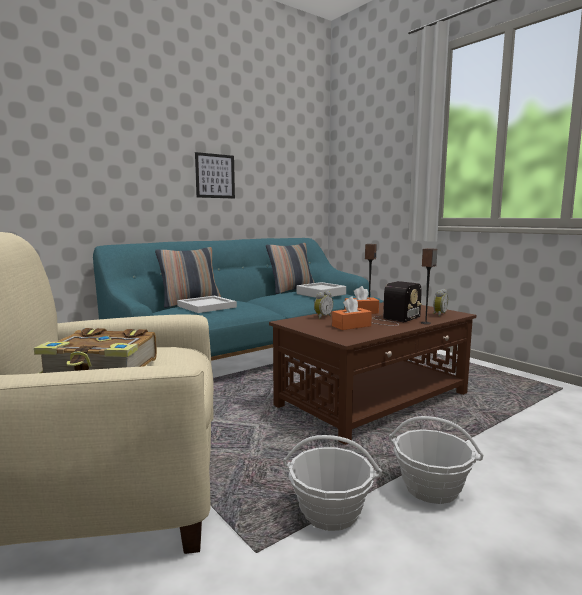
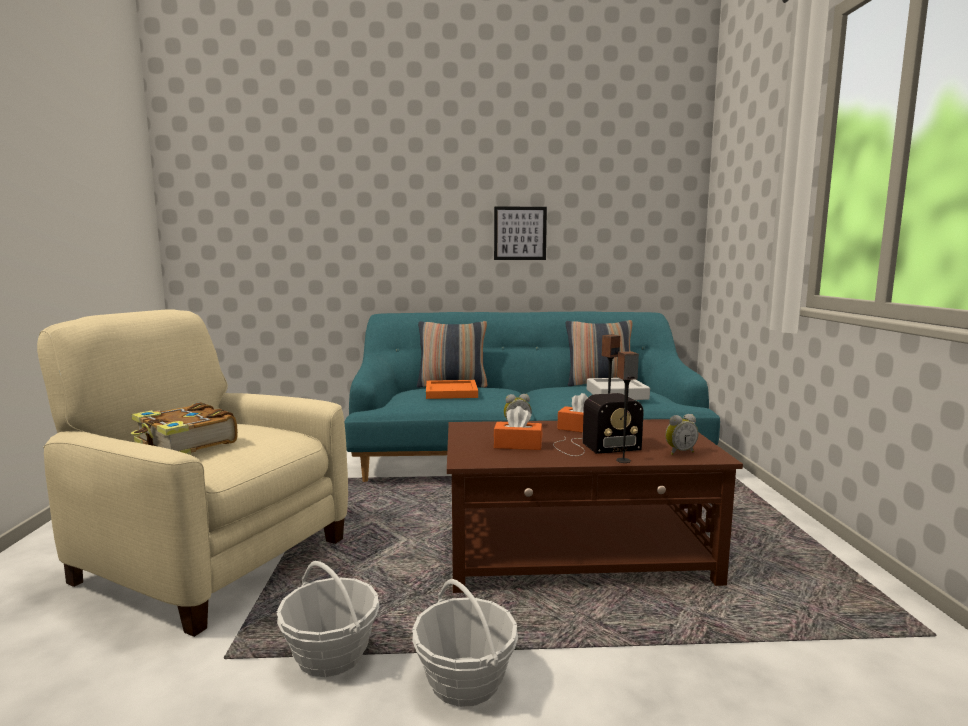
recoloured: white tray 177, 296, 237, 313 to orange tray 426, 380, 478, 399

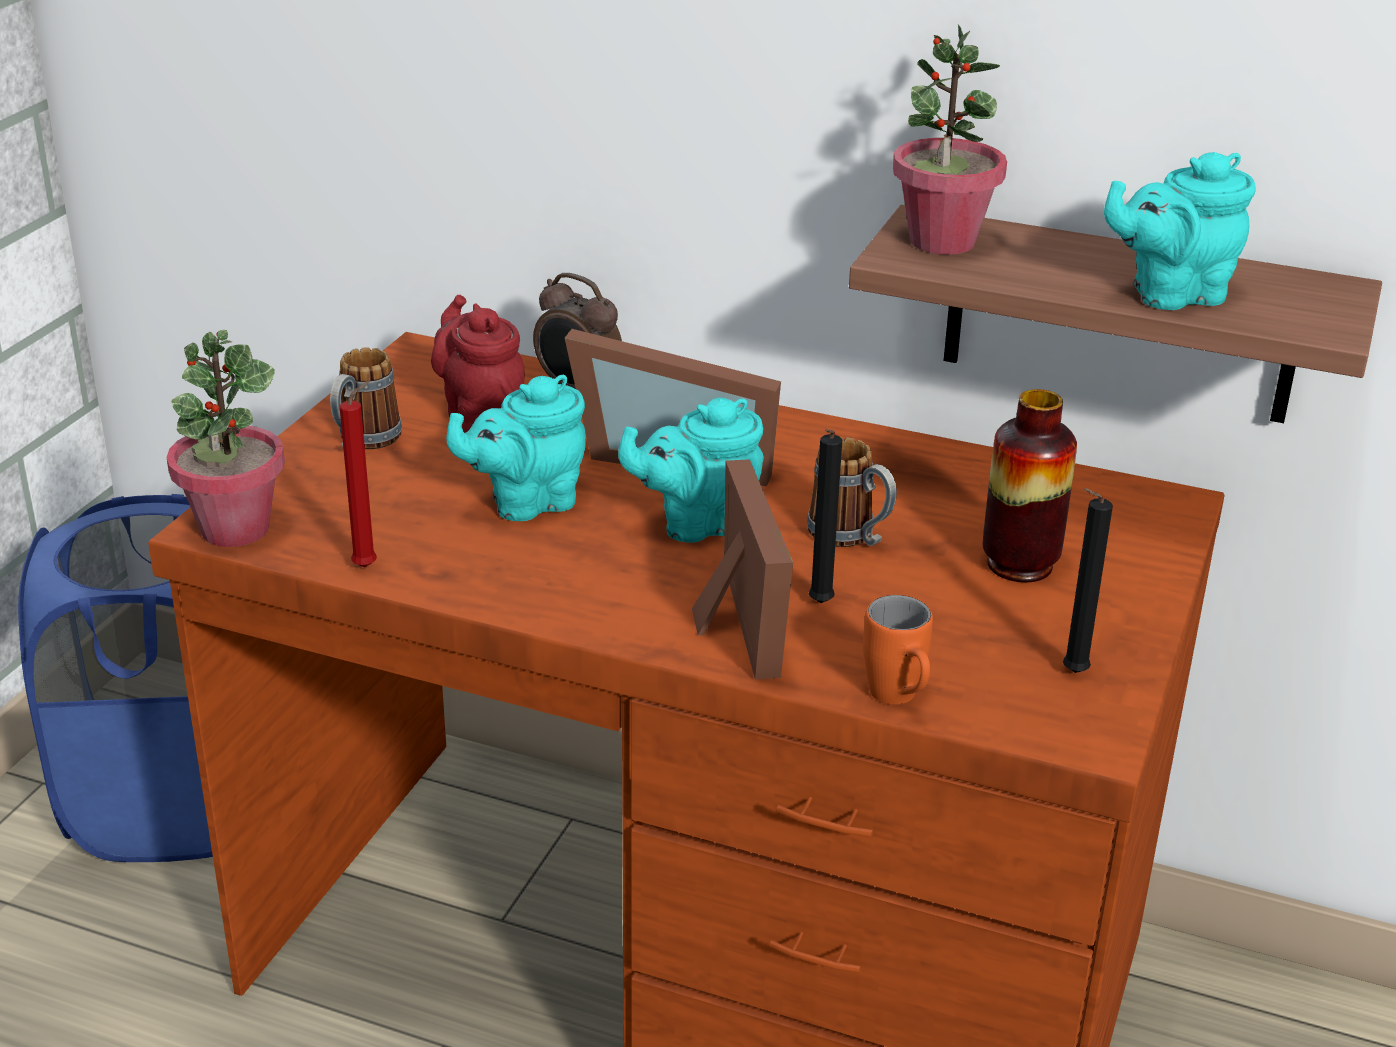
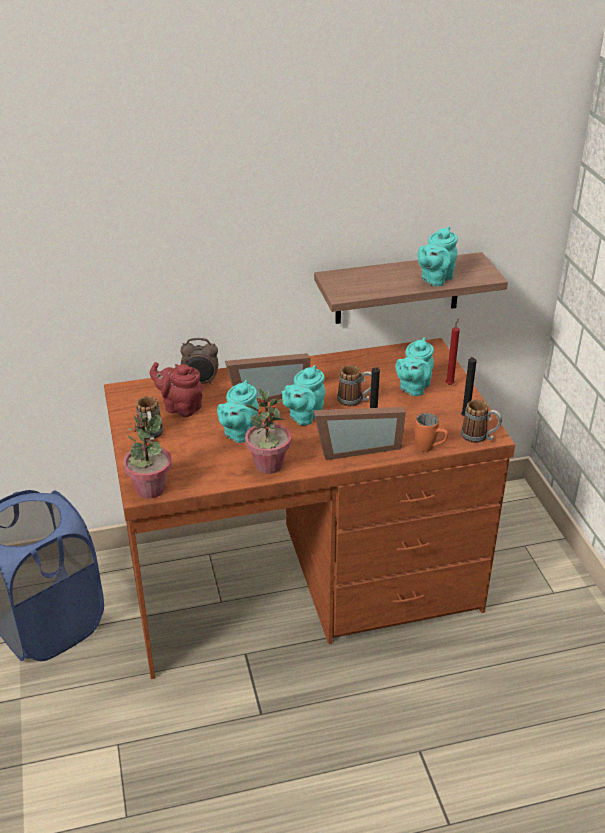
added: mug 461, 399, 502, 443
moved: potted plant 893, 24, 1007, 255 to 245, 387, 291, 474; red candle 339, 381, 377, 567 to 446, 319, 460, 385
replaced: vase 983, 389, 1077, 582 to turquoise teapot 395, 337, 434, 396
turned: picture frame 692, 459, 793, 680 = 313, 407, 406, 460 120 degrees clockwise

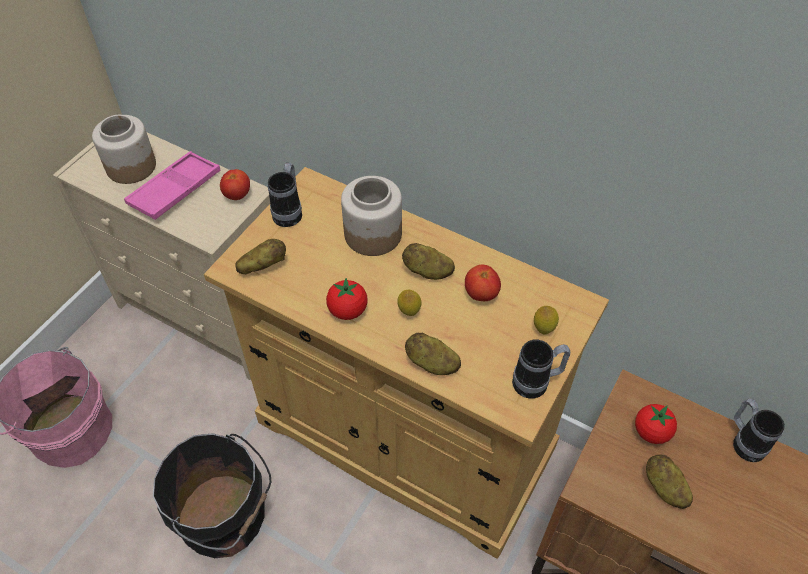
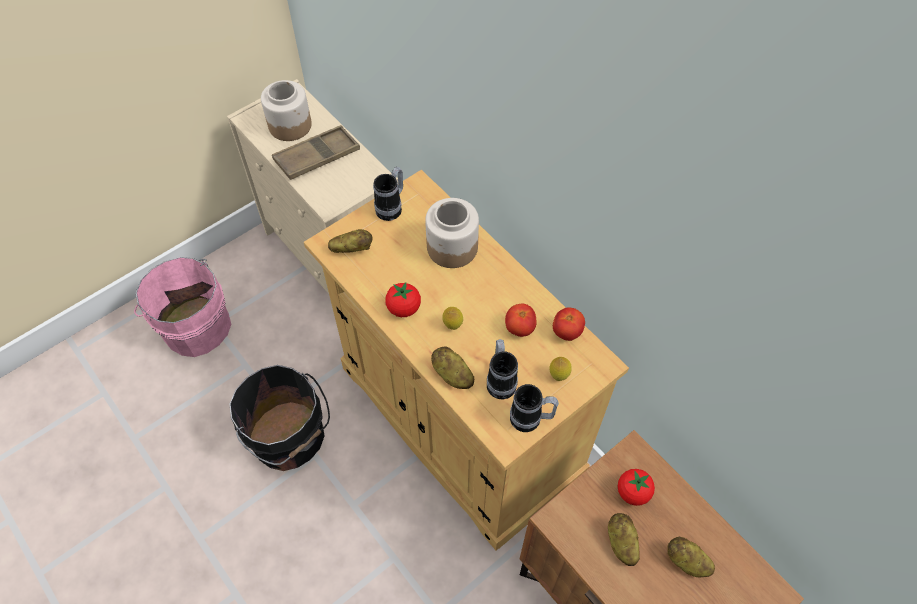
moved: mug 733, 399, 785, 462 to 487, 339, 518, 399; tomato 220, 169, 250, 200 to 553, 307, 585, 341; potato 402, 243, 455, 280 to 667, 537, 715, 577
recoloured: pink tray 124, 151, 221, 220 to brown tray 272, 125, 360, 180

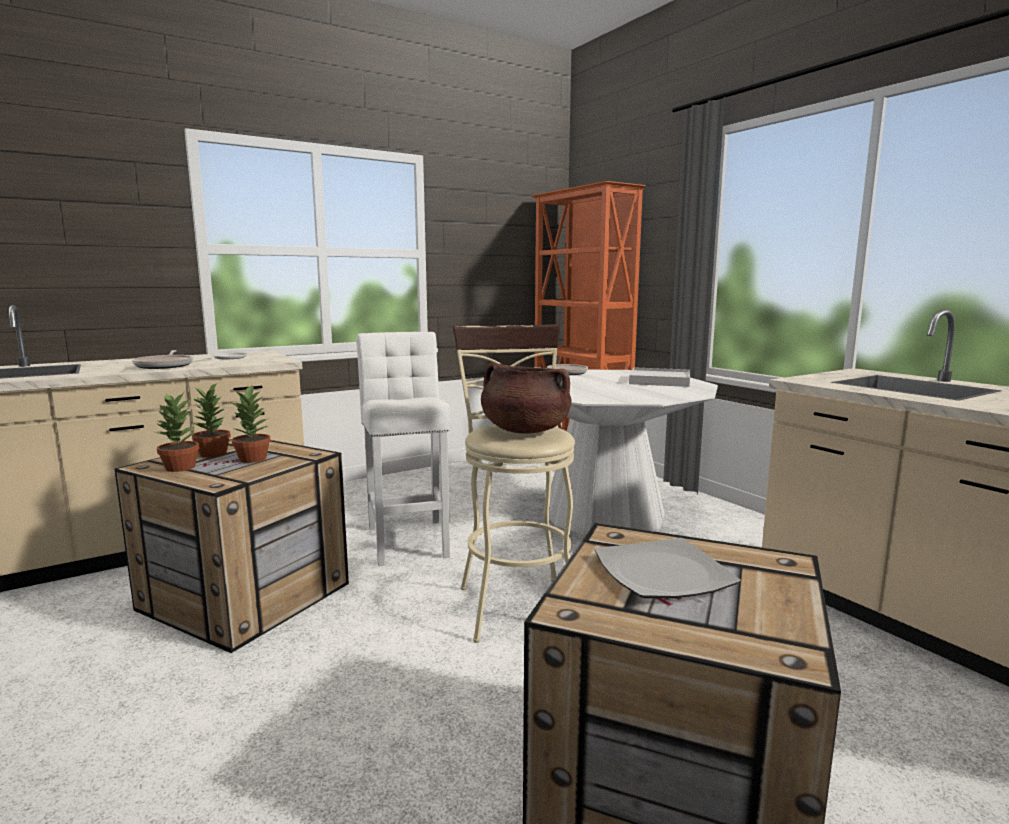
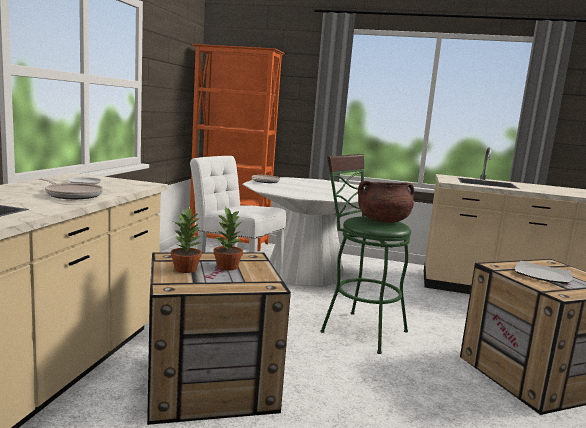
removed: potted plant 155, 392, 199, 472; white tray 629, 367, 690, 387
recoloured: beige stool 453, 324, 575, 643 to green stool 320, 154, 411, 354

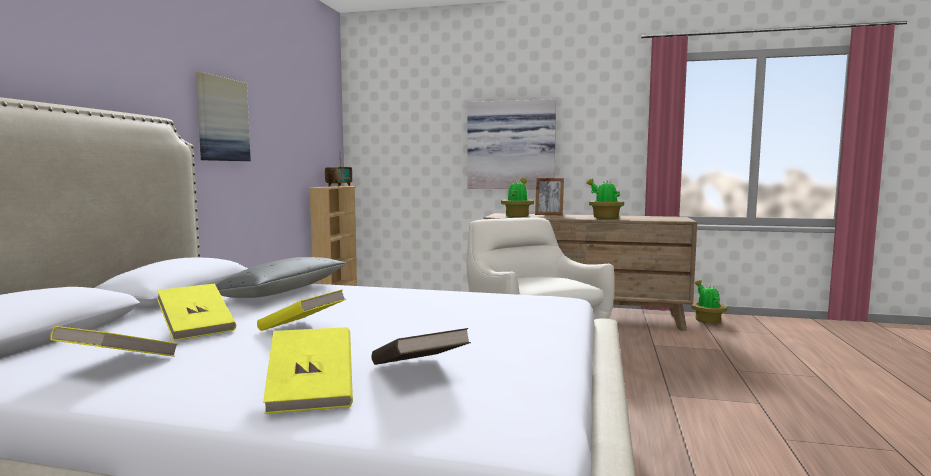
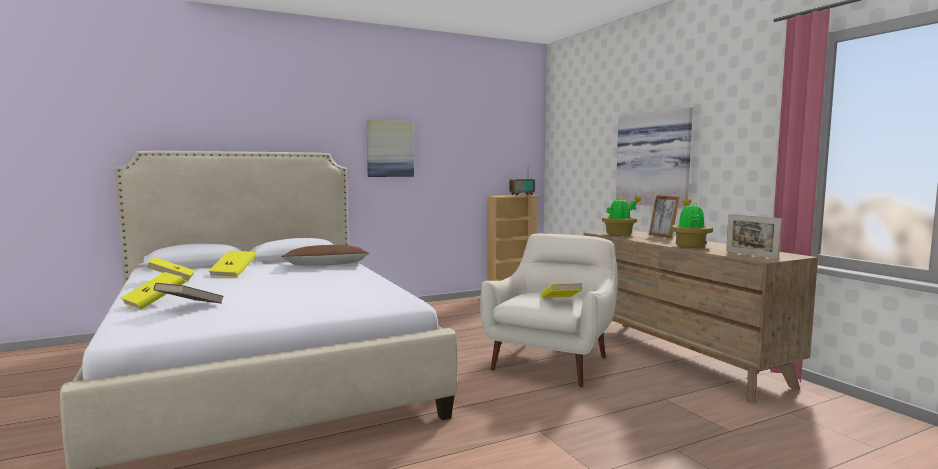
removed: potted plant 691, 280, 727, 324
added: picture frame 726, 214, 781, 259
moved: yellow book 257, 289, 346, 331 to 541, 283, 583, 298
recoloured: grey pillow 216, 257, 347, 298 to brown pillow 281, 245, 370, 266

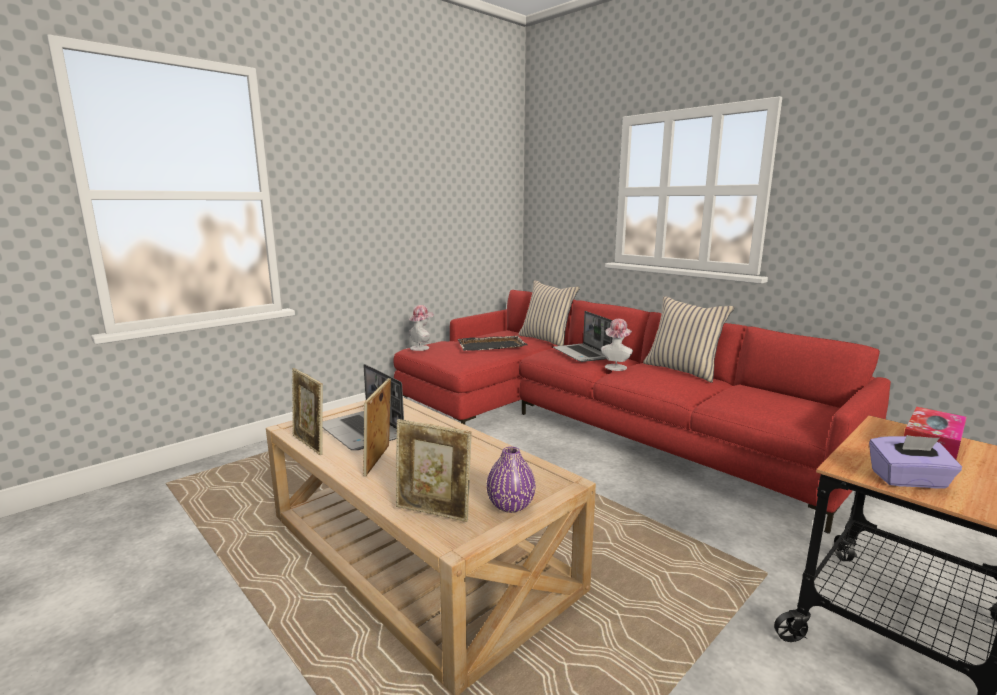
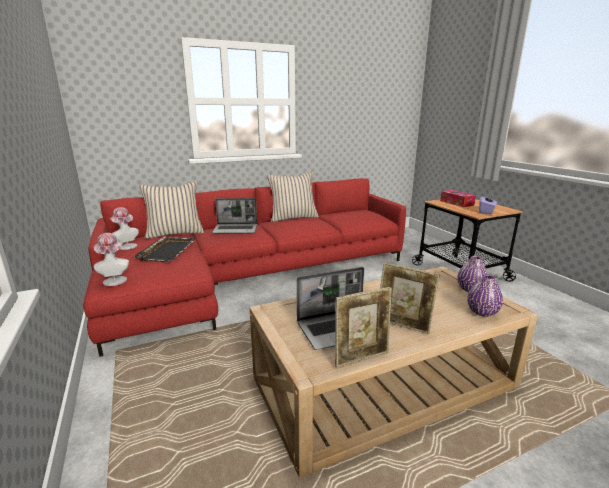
moved: hat 601, 319, 633, 371 to 110, 207, 139, 250
replaced: picture frame 396, 419, 472, 522 to purple vase 467, 274, 503, 317

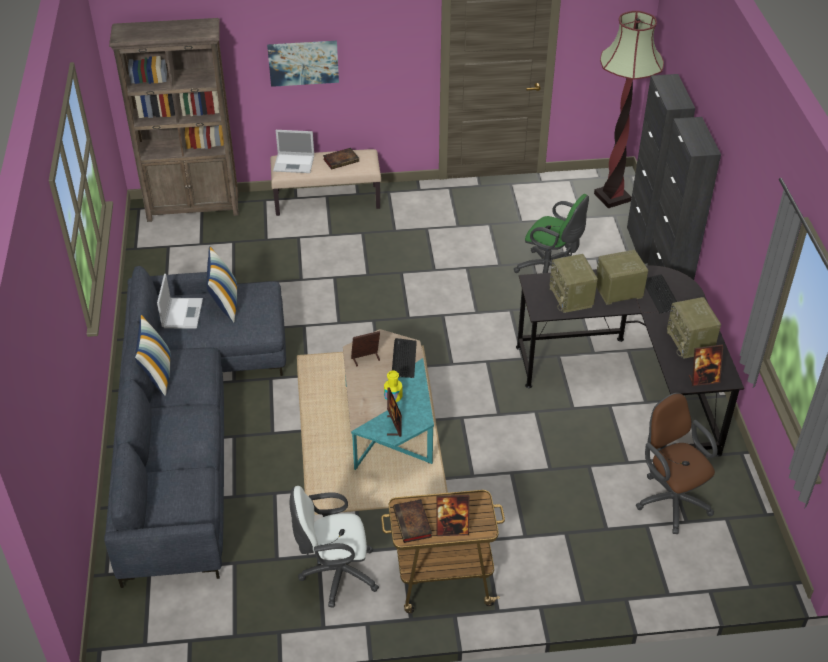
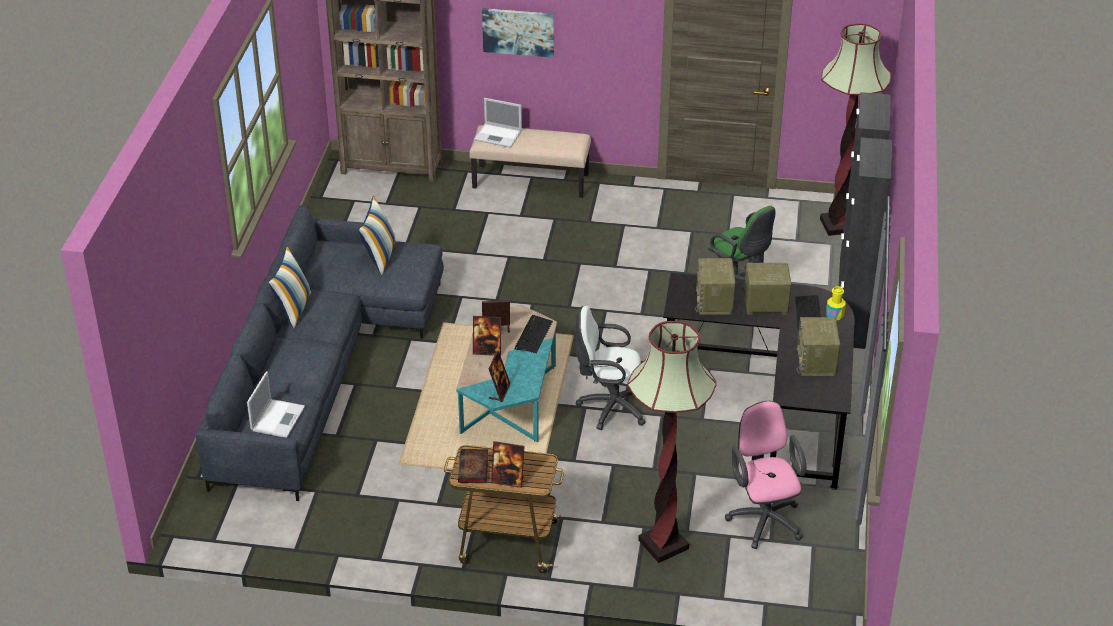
removed: book 323, 148, 359, 170
added: floor lamp 627, 321, 717, 563
moved: laptop 157, 274, 203, 329 to 247, 372, 305, 438; picture frame 689, 344, 723, 386 to 473, 316, 501, 356; white office chair 290, 486, 379, 608 to 576, 306, 646, 430; yellow bottle 384, 370, 403, 402 to 826, 286, 846, 321
recoloured: brown office chair 636, 393, 718, 534 to pink office chair 725, 401, 806, 549

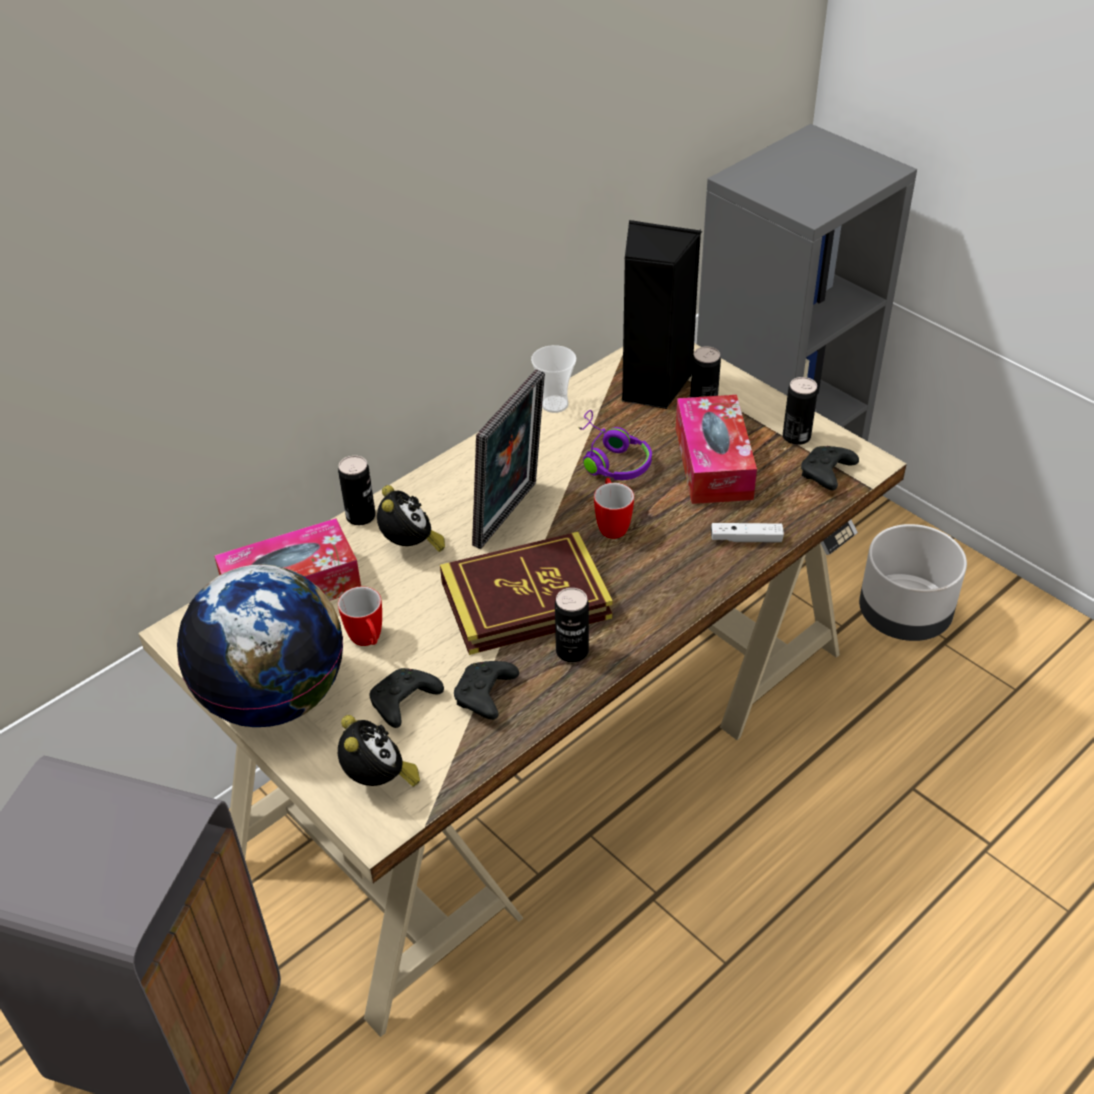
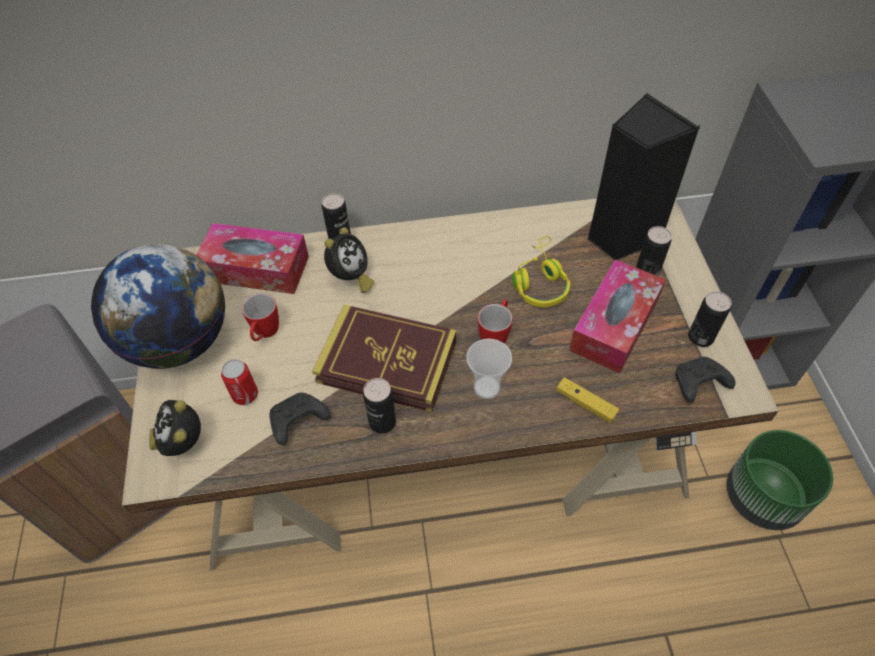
removed: picture frame 472, 369, 545, 549
moved: cup 531, 345, 576, 413 to 466, 339, 512, 399
replaced: black game controller 370, 668, 444, 728 to can 221, 359, 258, 405
recoloured: purple headphones 578, 410, 652, 480 to yellow headphones 512, 236, 570, 307; white game controller 711, 523, 784, 543 to yellow game controller 556, 377, 619, 423; grey planter 859, 524, 967, 641 to green planter 727, 430, 833, 530
turned: alarm clock 338, 715, 420, 787 = 150, 400, 201, 456 150 degrees clockwise

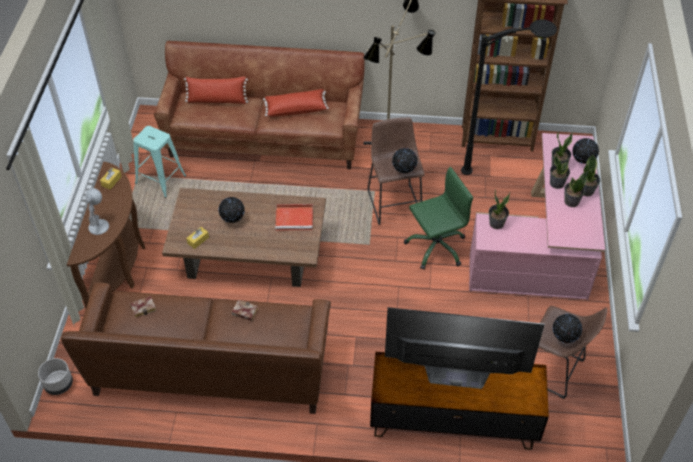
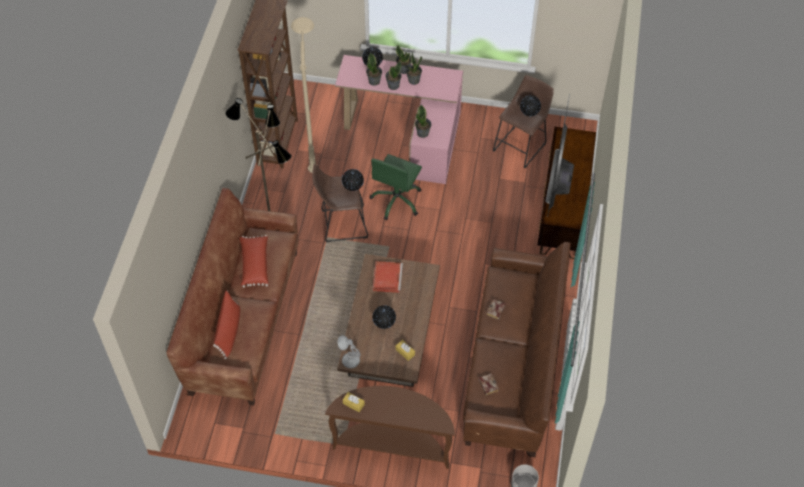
removed: turquoise stool 133, 126, 186, 198
moved: white table lamp 85, 188, 109, 235 to 337, 335, 361, 368
recoloured: black floor lamp 461, 19, 557, 175 to beige floor lamp 291, 17, 316, 173
turned: green office chair 404, 167, 473, 270 = 369, 154, 422, 220 135 degrees counterclockwise

